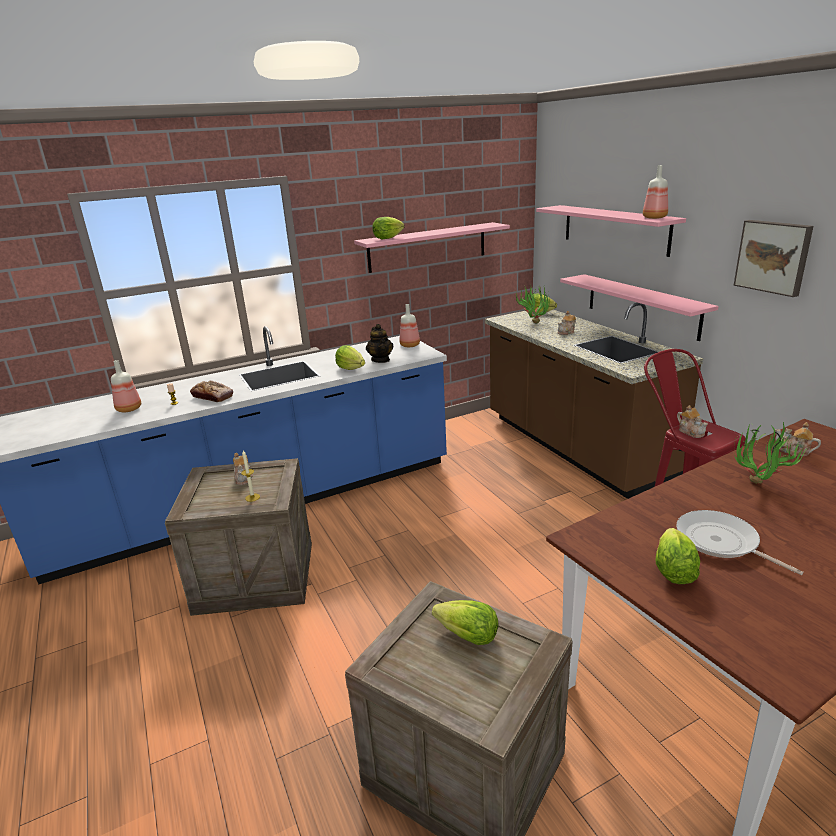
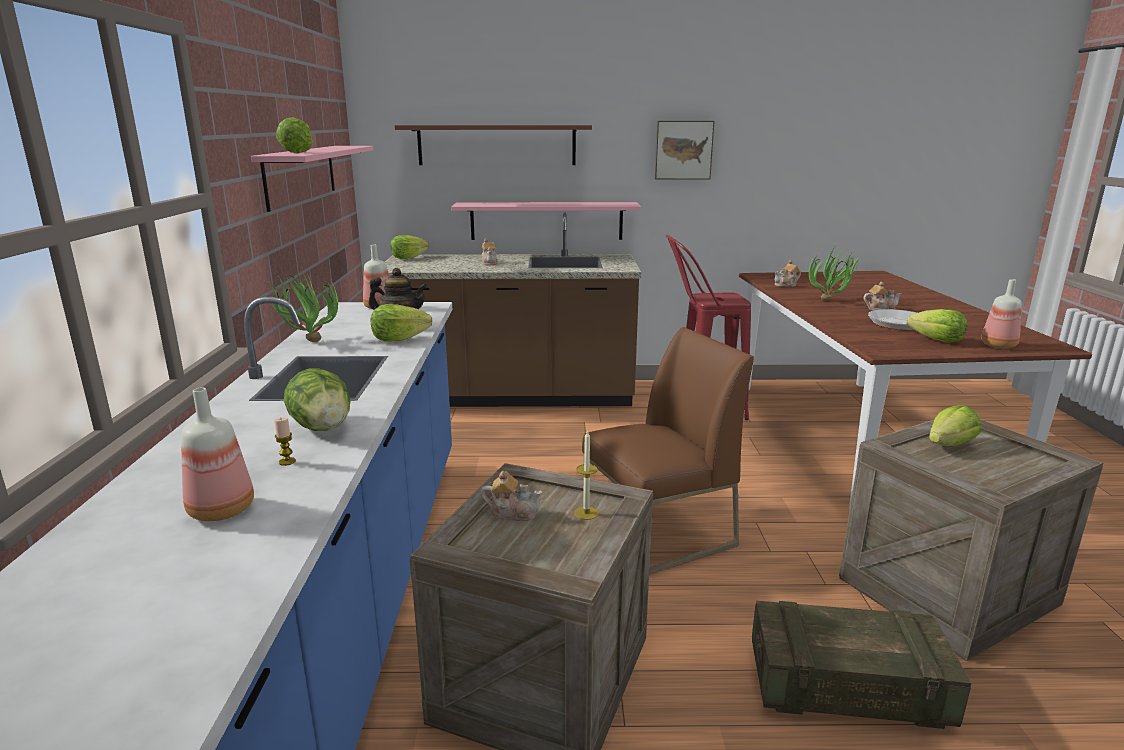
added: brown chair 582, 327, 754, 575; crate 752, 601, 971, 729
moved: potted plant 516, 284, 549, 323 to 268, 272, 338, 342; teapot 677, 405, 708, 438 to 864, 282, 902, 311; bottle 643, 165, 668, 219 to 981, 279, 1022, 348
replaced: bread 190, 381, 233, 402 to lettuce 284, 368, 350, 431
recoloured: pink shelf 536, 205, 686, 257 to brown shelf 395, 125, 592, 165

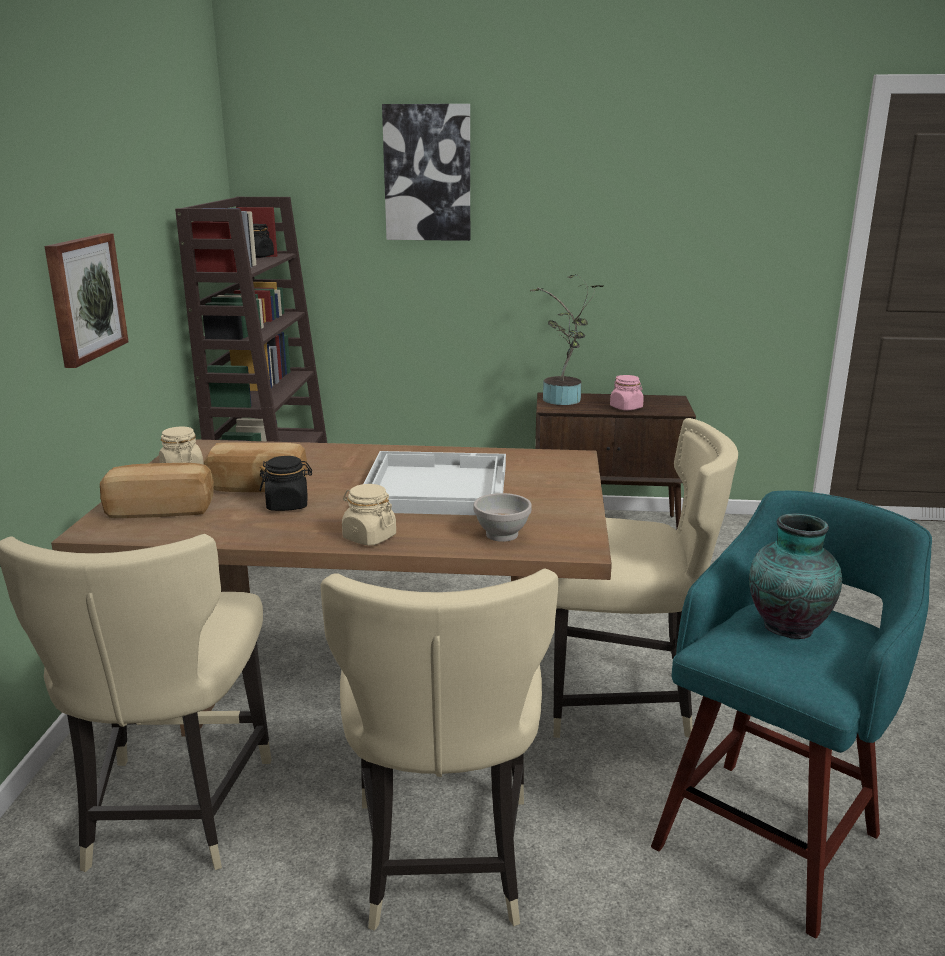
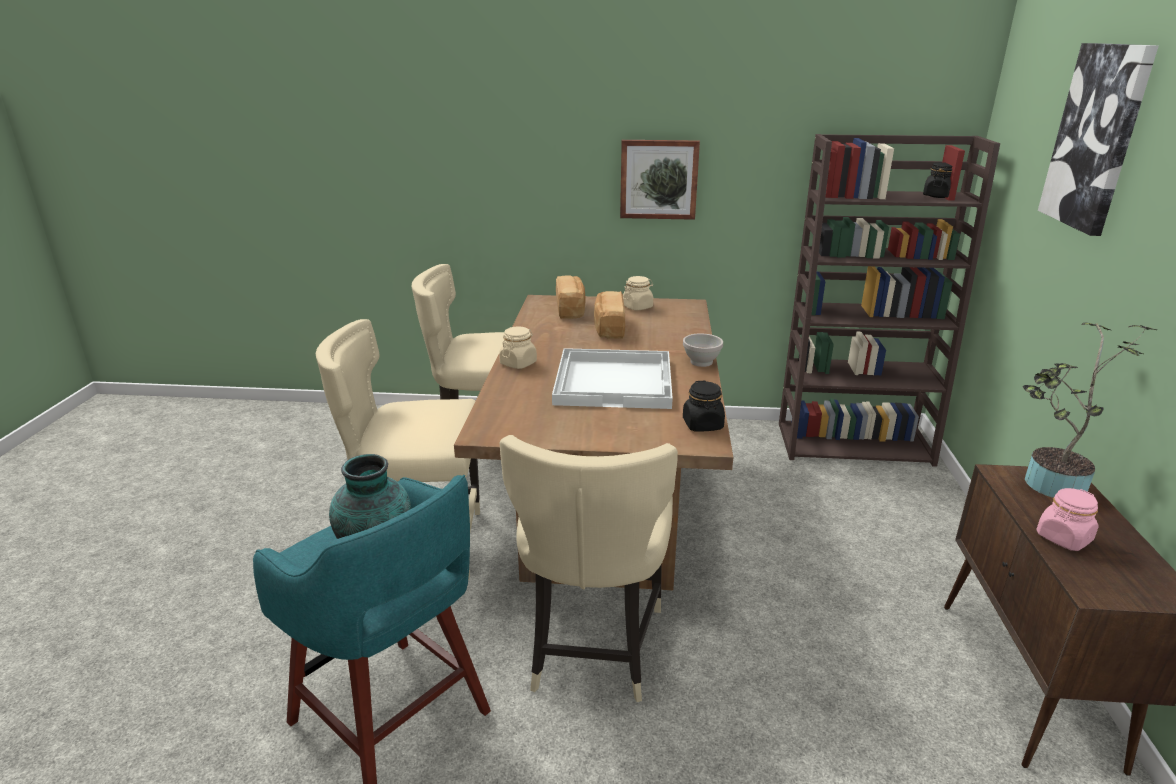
moved: white bowl 474, 493, 532, 542 to 683, 334, 723, 367; black jar 259, 456, 312, 511 to 683, 380, 725, 432

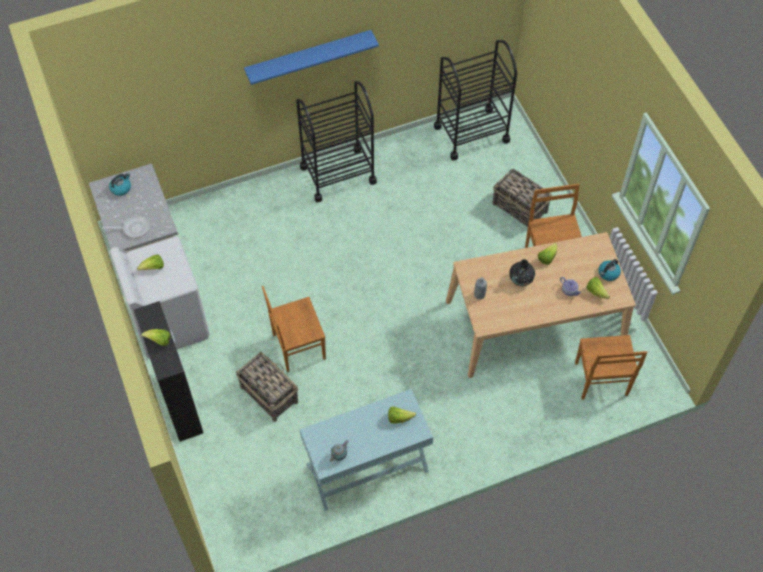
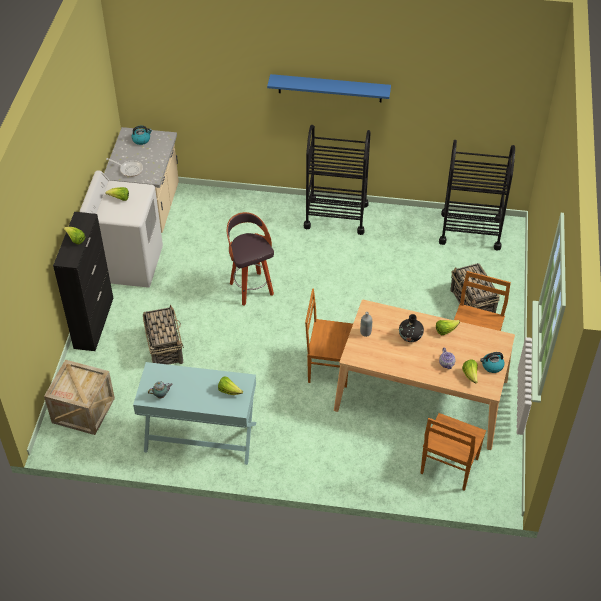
added: crate 44, 360, 115, 435; stool 227, 212, 274, 306
moved: brown chair 262, 286, 326, 372 to 305, 289, 353, 388

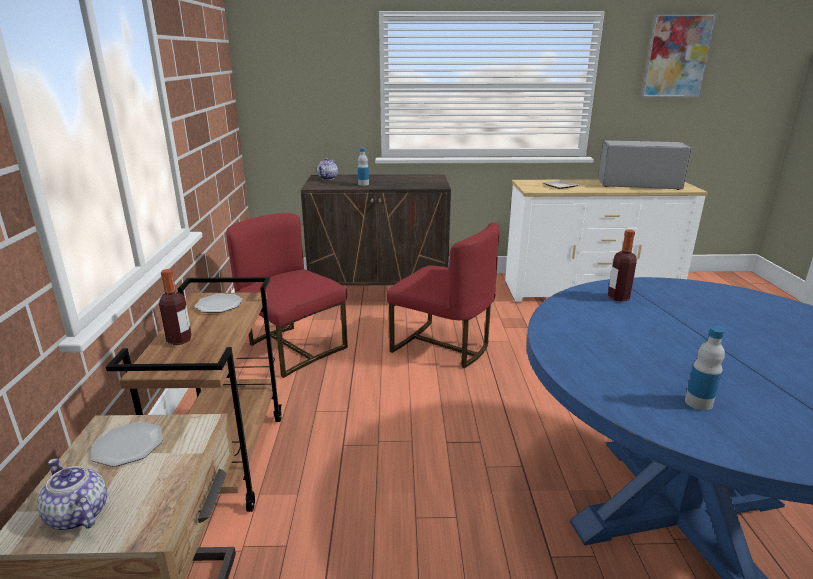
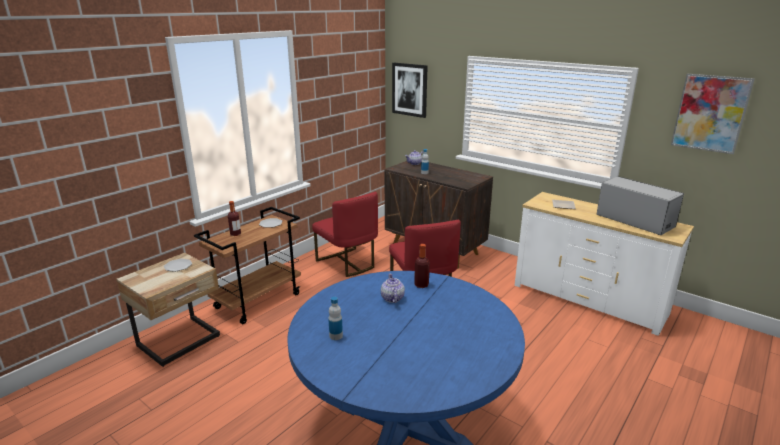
added: picture 392, 63, 428, 118
moved: teapot 37, 458, 107, 530 to 381, 274, 405, 303
turned: red chair 226, 213, 348, 378 = 312, 192, 378, 277 150 degrees clockwise

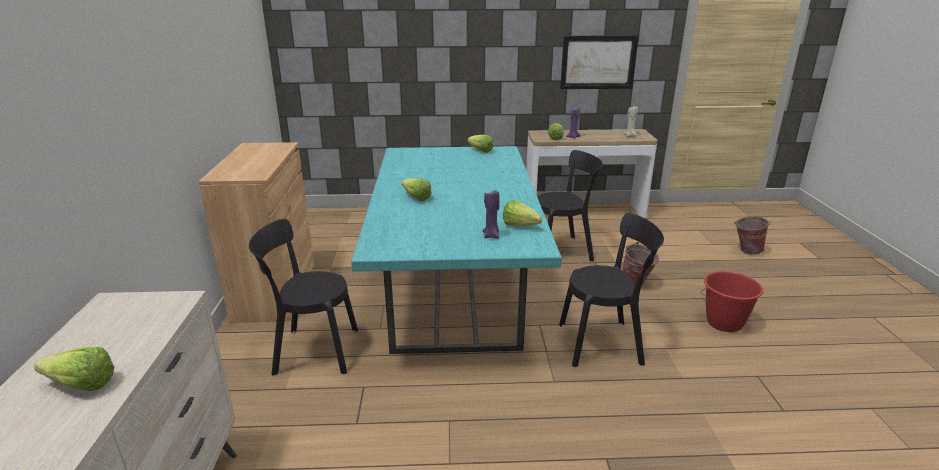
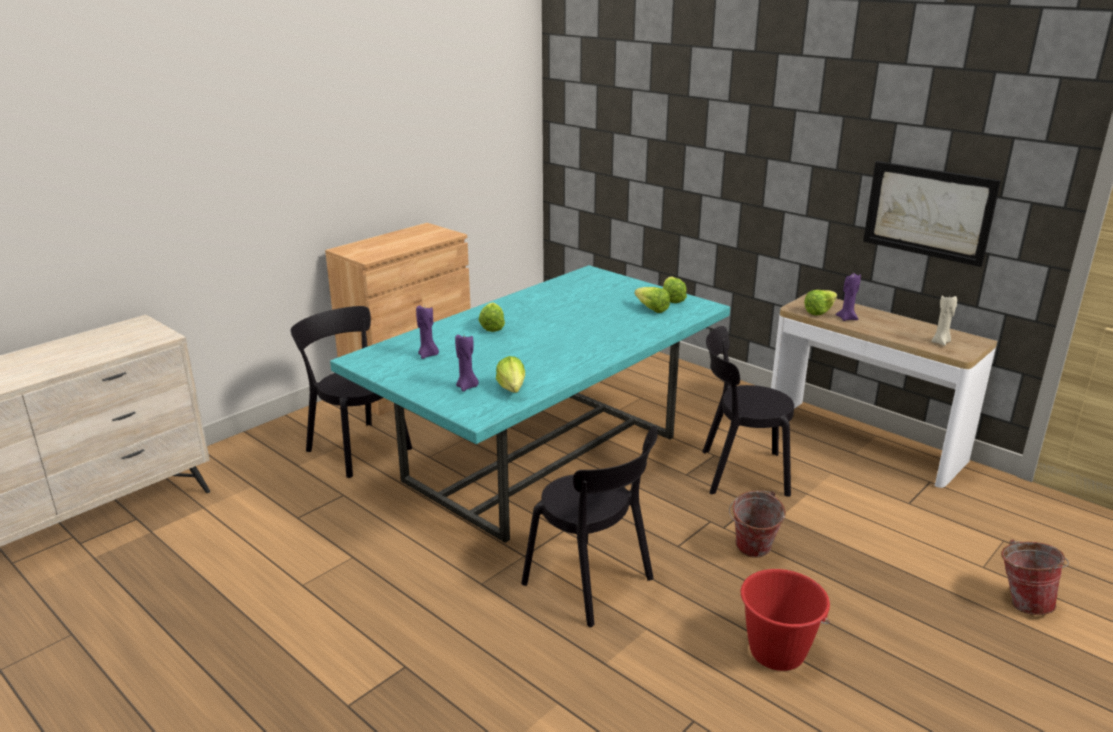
added: purple candle 416, 305, 439, 359
moved: lettuce 34, 347, 114, 391 to 635, 287, 670, 313
turned: black chair 537, 150, 603, 261 = 702, 326, 794, 497 150 degrees clockwise

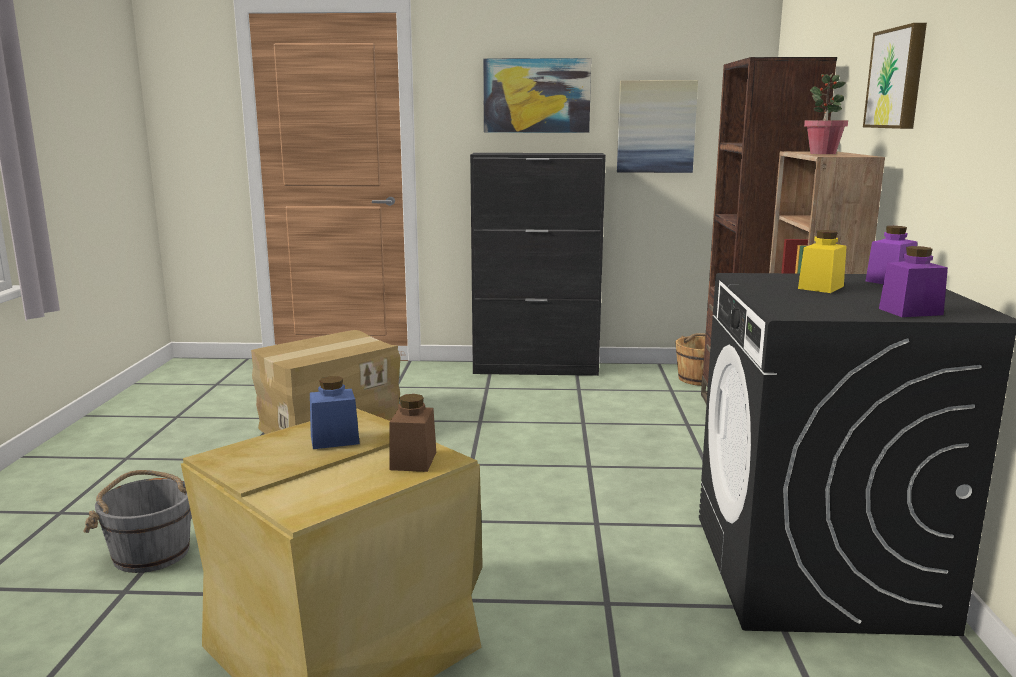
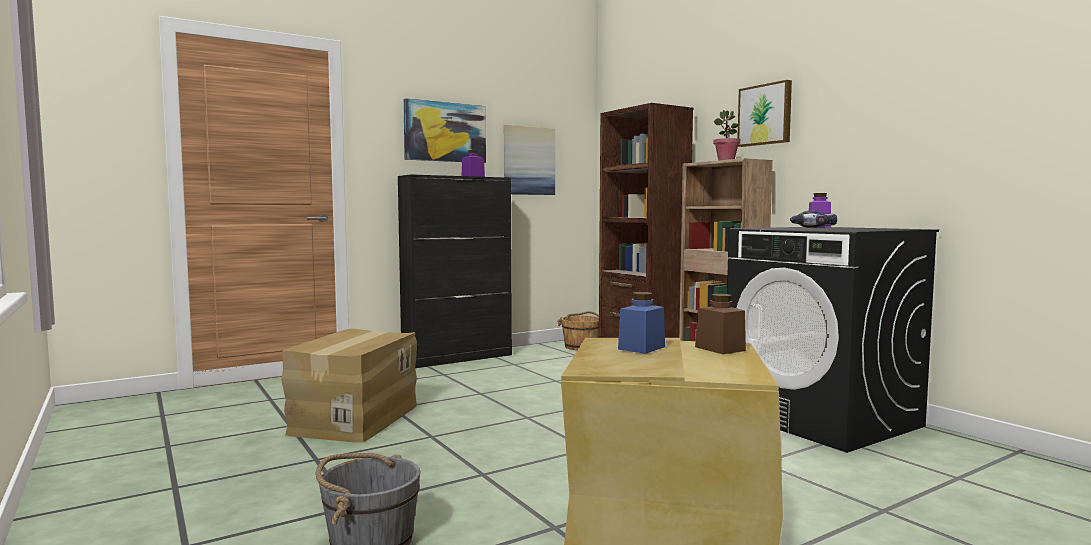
moved: purple jar 879, 246, 948, 317 to 462, 150, 485, 177
replaced: yellow jar 798, 230, 847, 293 to power drill 790, 211, 837, 228

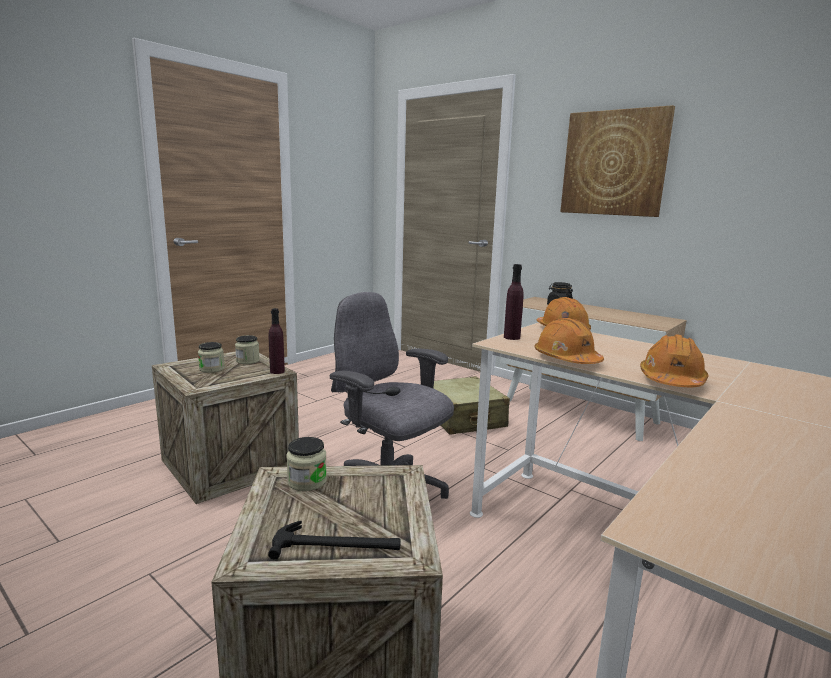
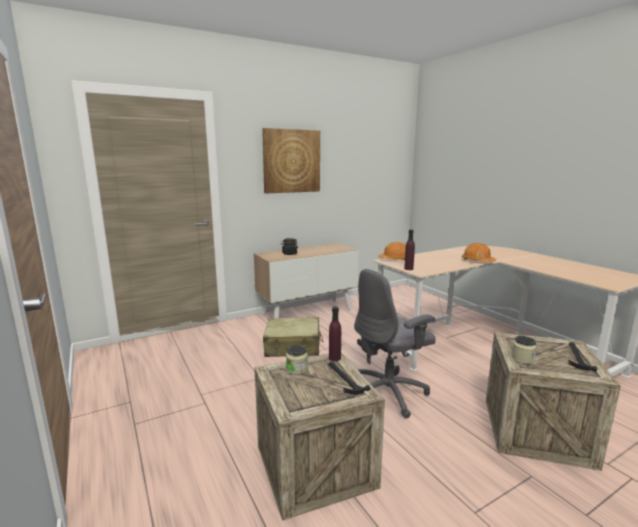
removed: jar 198, 342, 225, 373; orange hard hat 534, 318, 604, 364
added: hammer 328, 361, 370, 395

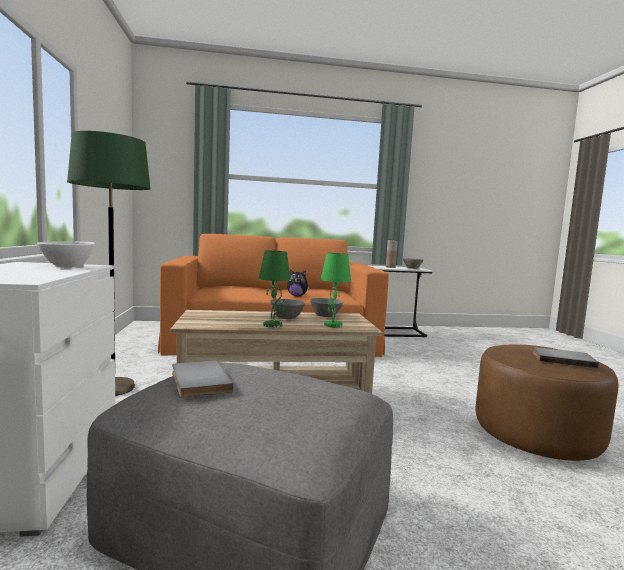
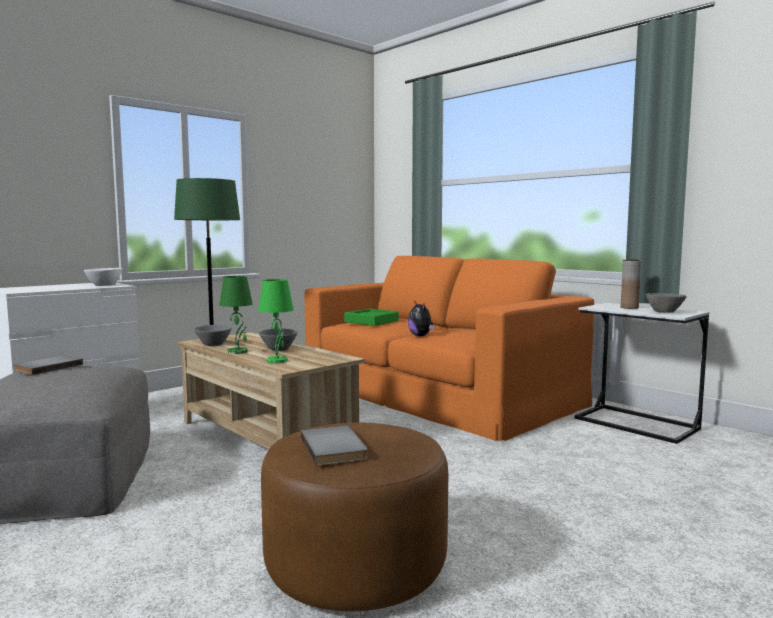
added: green tray 344, 309, 399, 326
moved: grey bowl 310, 298, 343, 317 to 194, 325, 232, 346

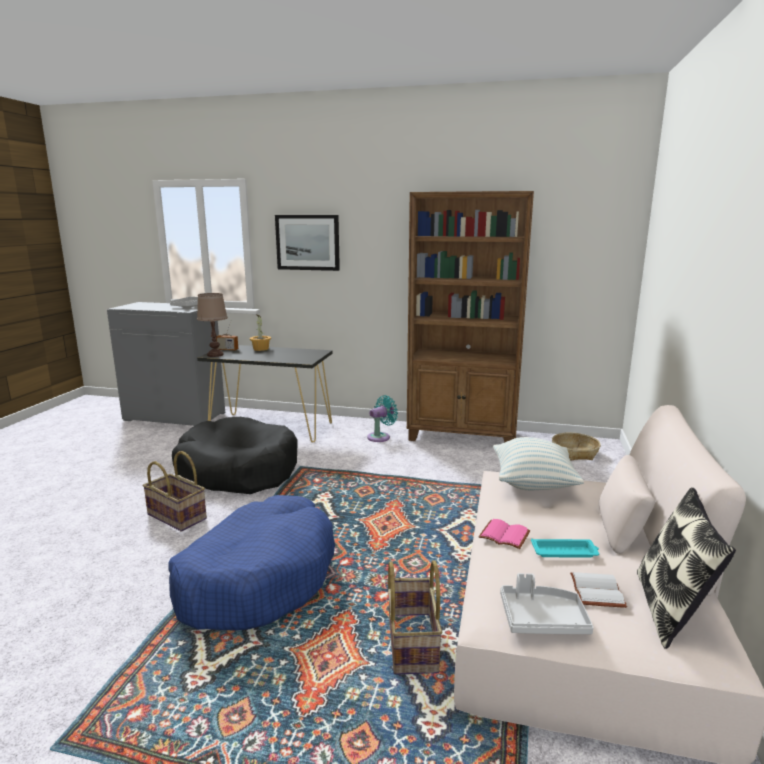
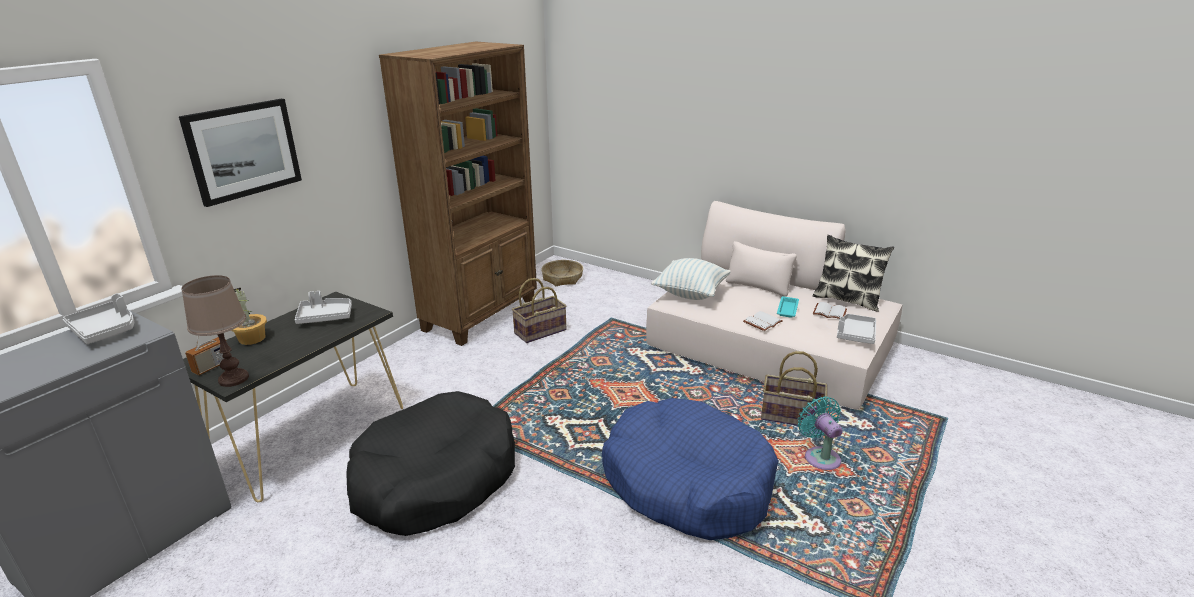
added: grey tray 295, 291, 352, 324
moved: basket 143, 451, 207, 532 to 512, 278, 566, 343; turquoise fan 367, 395, 398, 442 to 798, 396, 843, 470
recoloured: pink book 478, 519, 530, 549 to white book 743, 311, 783, 331

